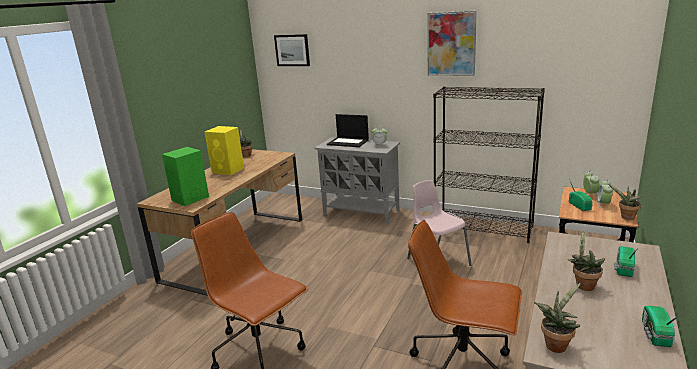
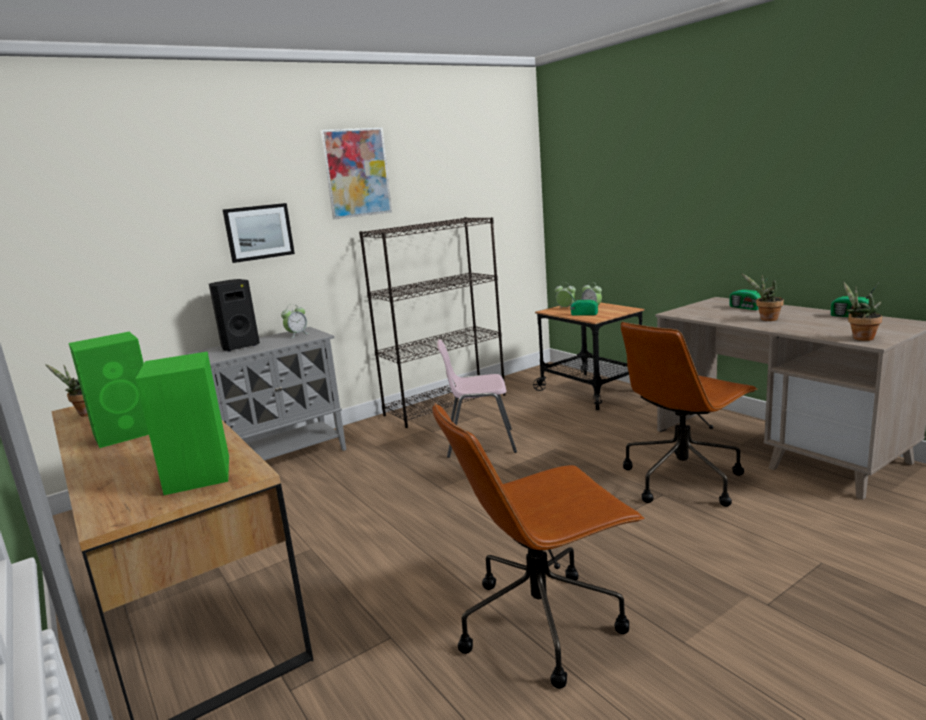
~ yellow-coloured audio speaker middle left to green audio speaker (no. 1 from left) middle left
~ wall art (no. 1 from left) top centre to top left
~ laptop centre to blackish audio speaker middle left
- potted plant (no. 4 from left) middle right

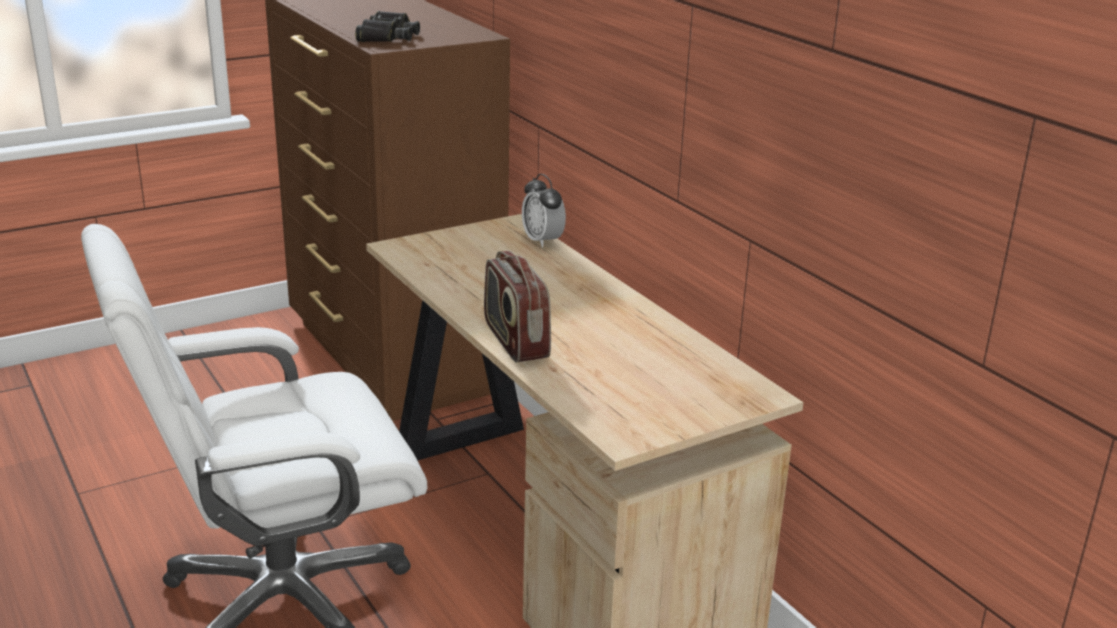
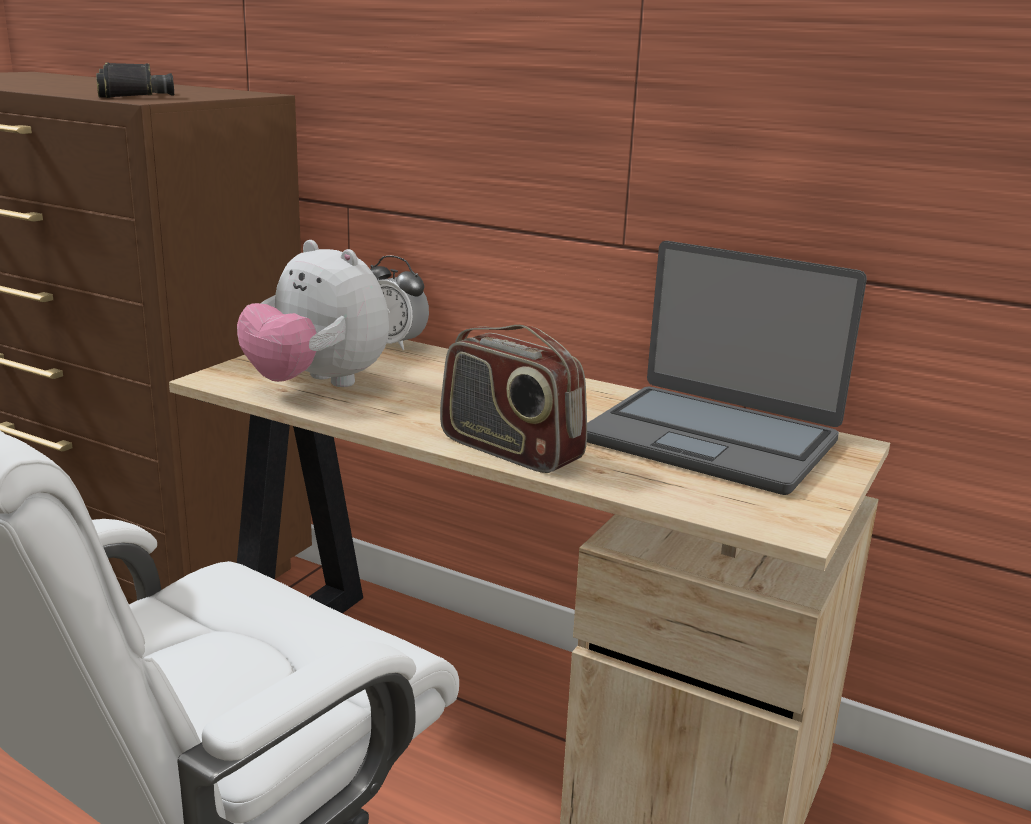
+ cuddly toy middle left
+ laptop middle right

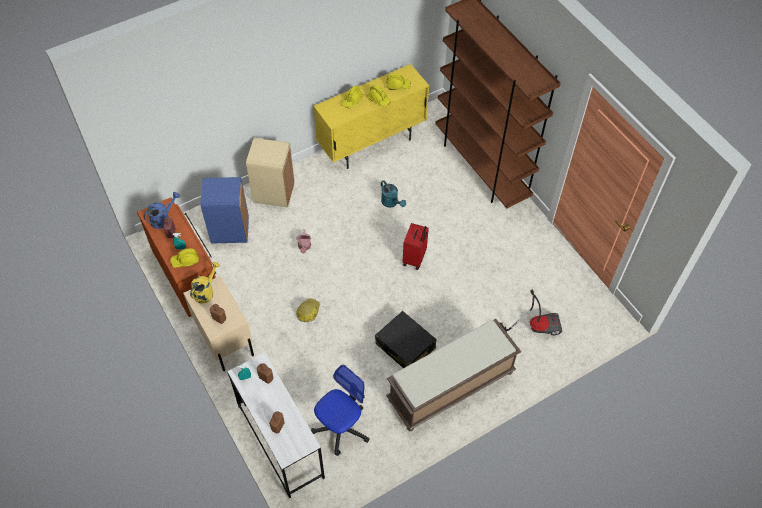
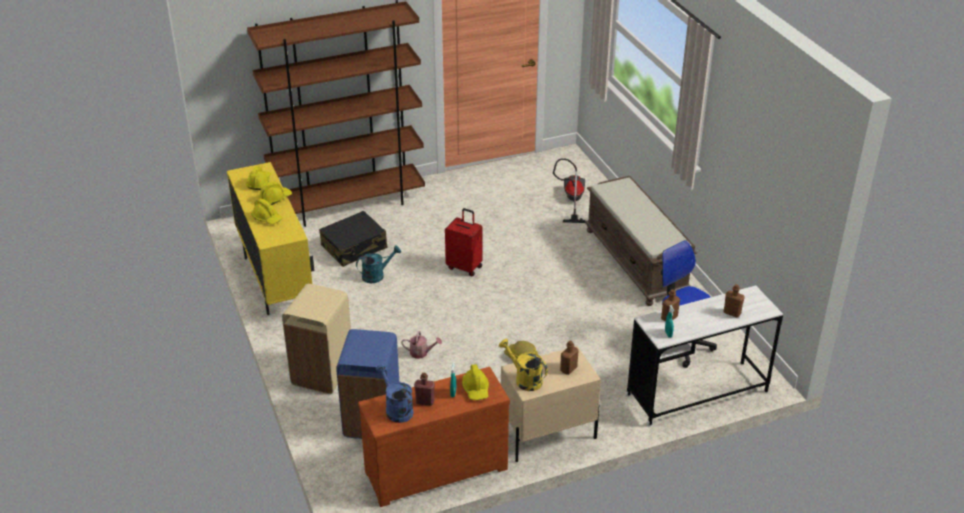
~ blackish piece of luggage bottom centre to centre

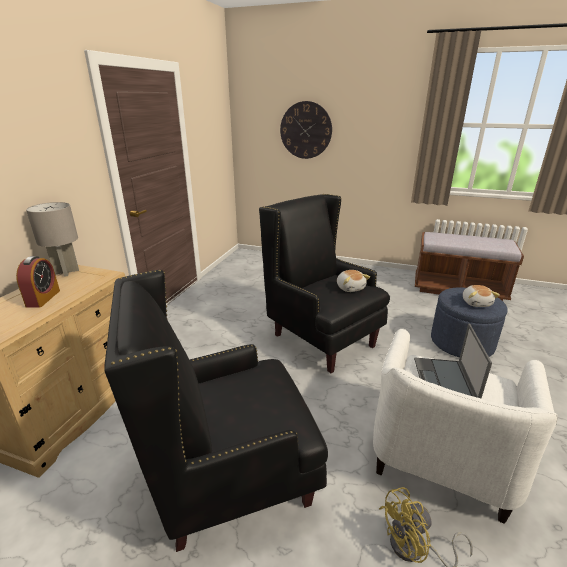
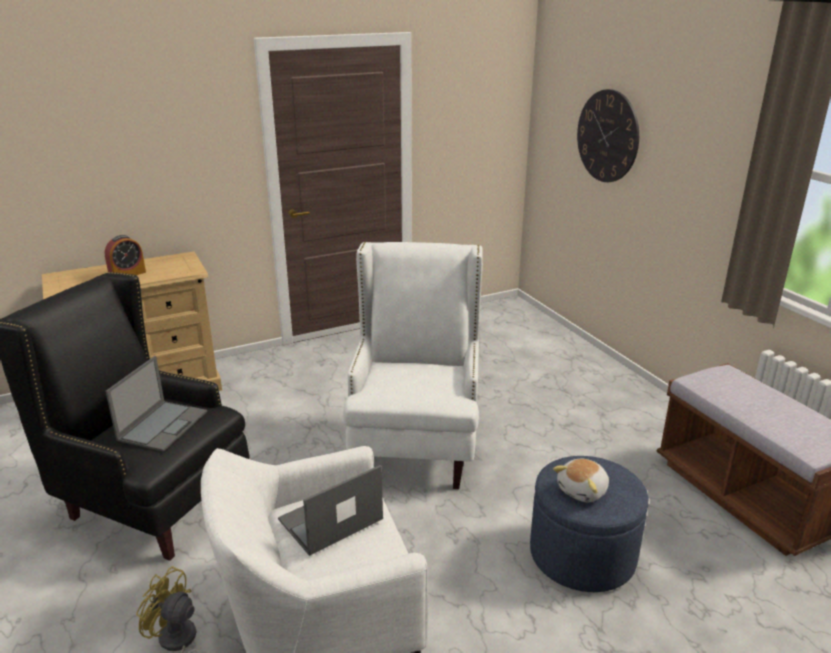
- gray tabletop lamp middle left
~ blackish armchair (no. 2 from left) centre to whitish armchair (no. 2 from left) centre
- cuddly toy (no. 1 from left) centre
+ laptop (no. 1 from left) middle left

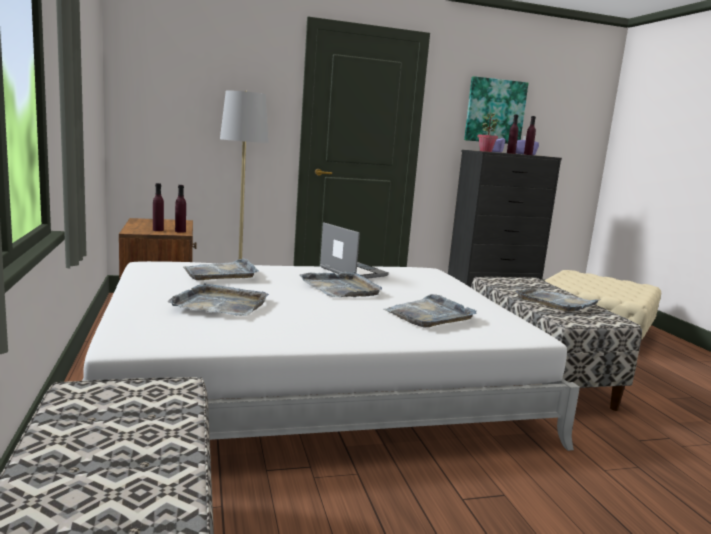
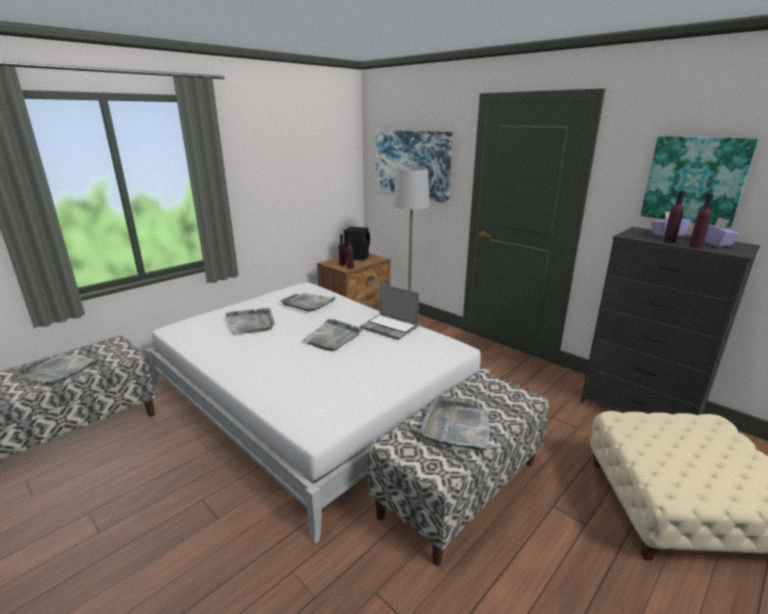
~ laptop centre = centre 105 degrees clockwise
~ gray serving tray (no. 4 from left in the first image) centre to gray serving tray (no. 1 from left) middle left
- potted plant top right
+ blackish audio speaker centre
+ wall art (no. 1 from left) top centre

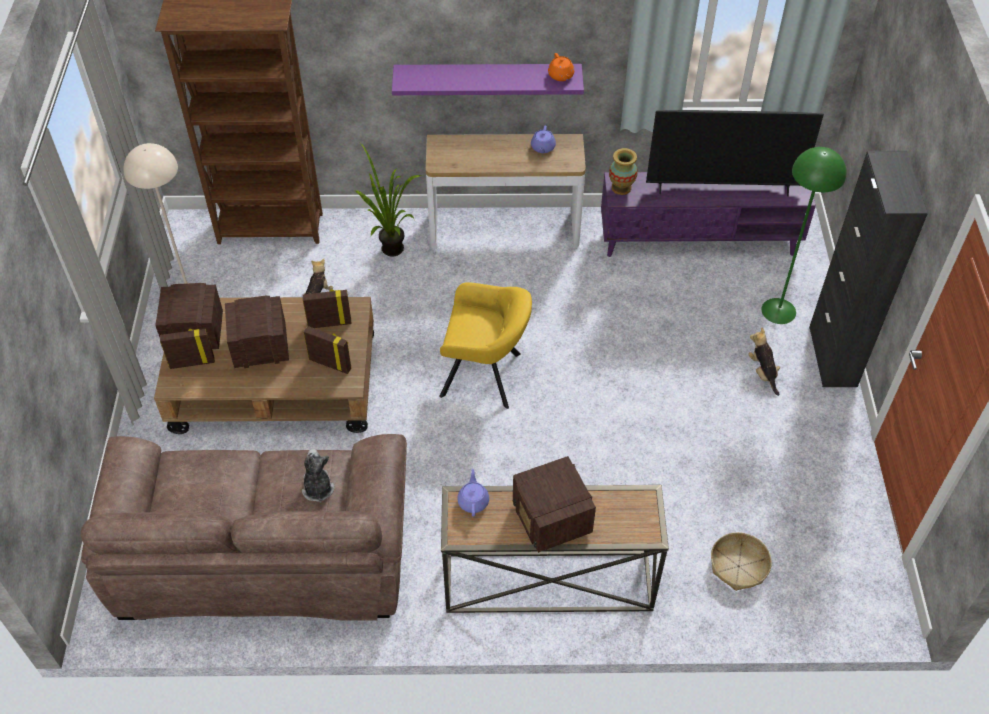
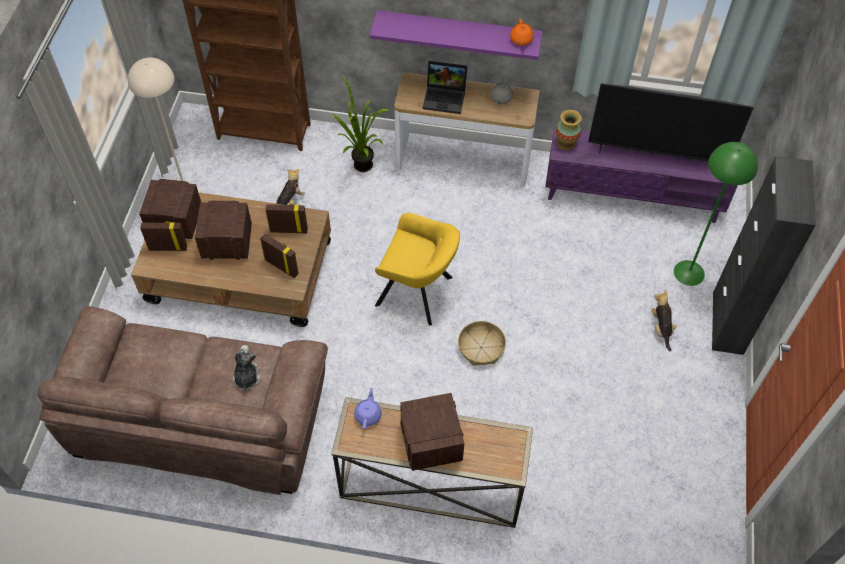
~ purplish pot for tea (no. 2 from left) top centre to gray pot for tea top centre
~ basket bottom right to centre
+ laptop top centre

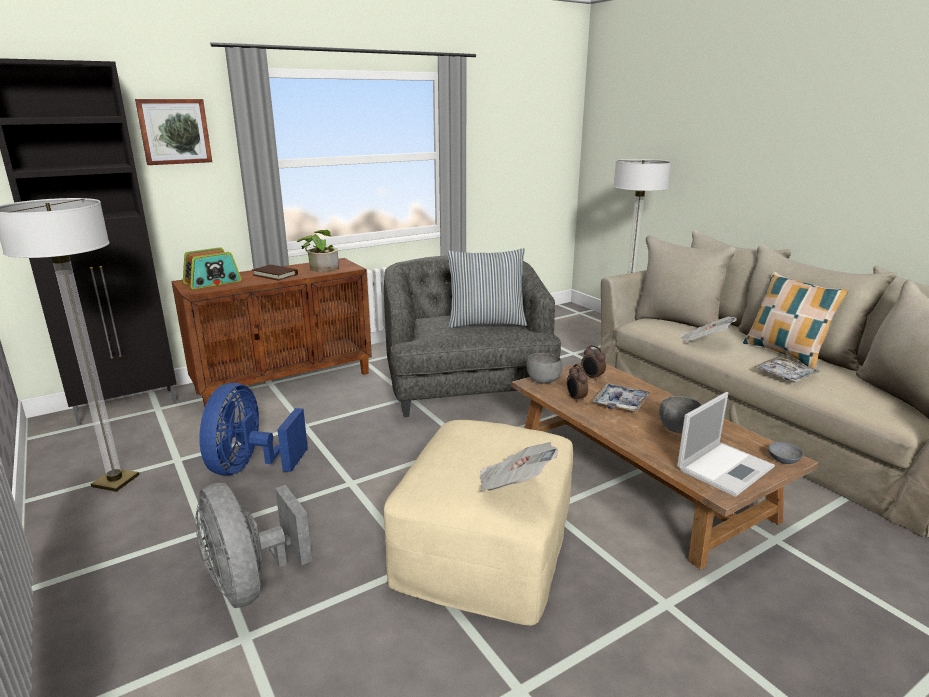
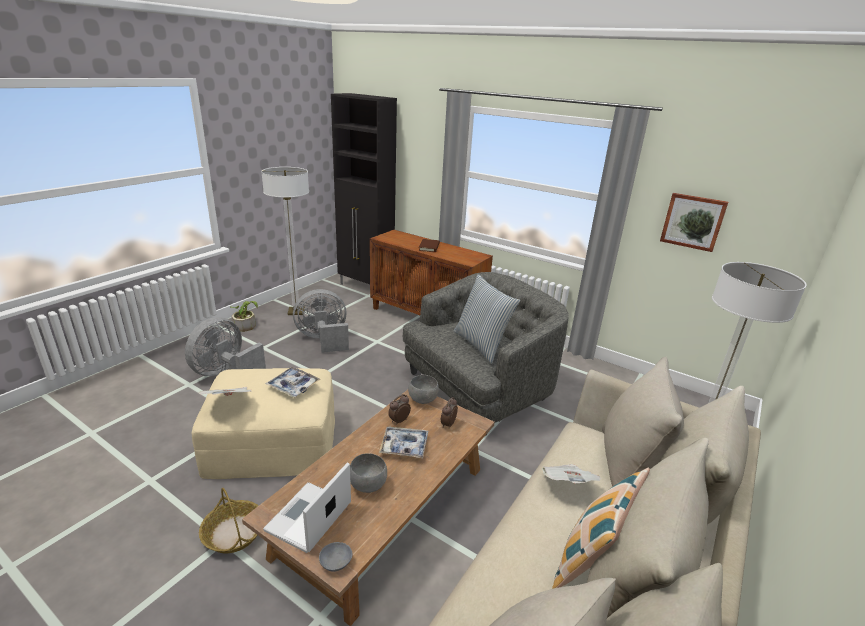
~ wall art top left to middle right
- radio receiver middle left
~ blue electric fan middle left to gray electric fan (no. 2 from left) centre
~ potted plant centre to middle left
~ laptop middle right = bottom centre 90 degrees clockwise
~ serving tray (no. 2 from left in the first image) middle right to serving tray (no. 1 from left) centre
+ basket bottom left

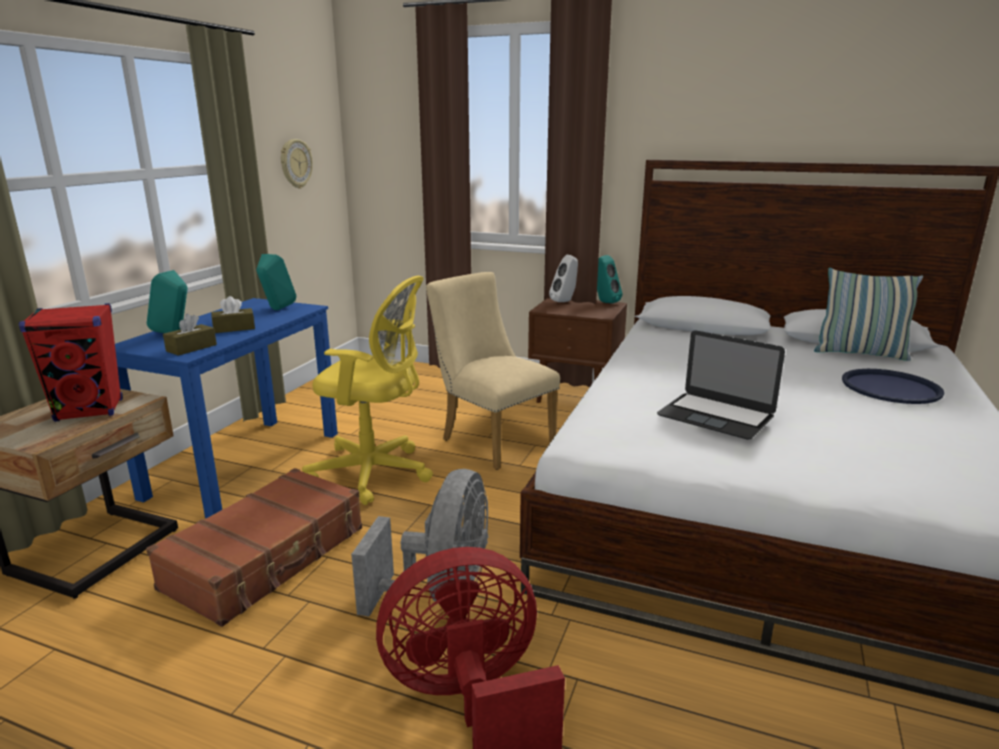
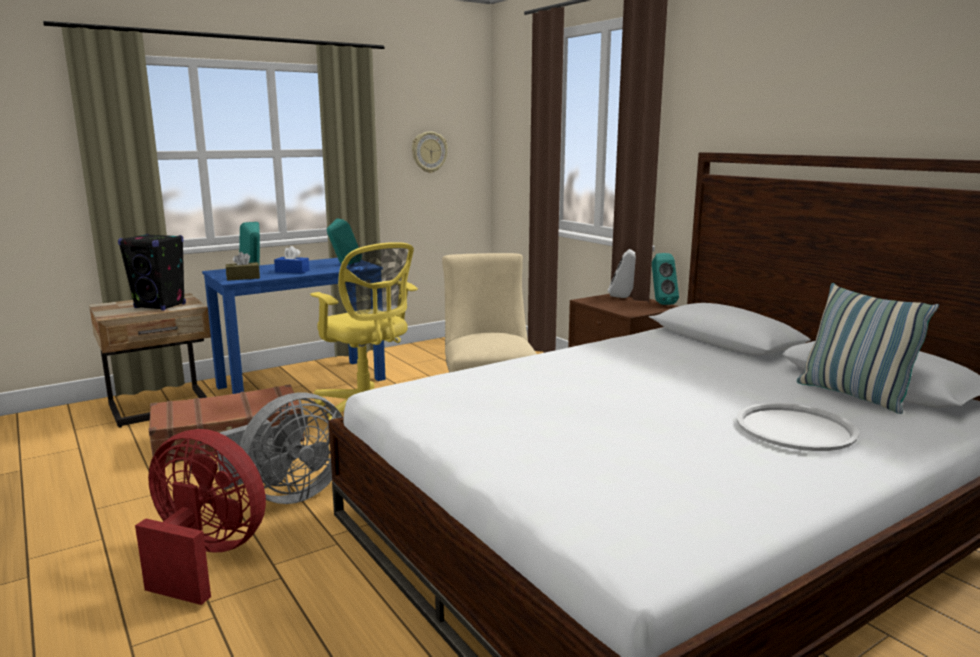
~ red-coloured audio speaker middle left to blackish audio speaker middle left
~ brown tissue holder (no. 2 from left) middle left to blue tissue holder middle left
- laptop middle right
~ blue serving tray middle right to whitish serving tray middle right

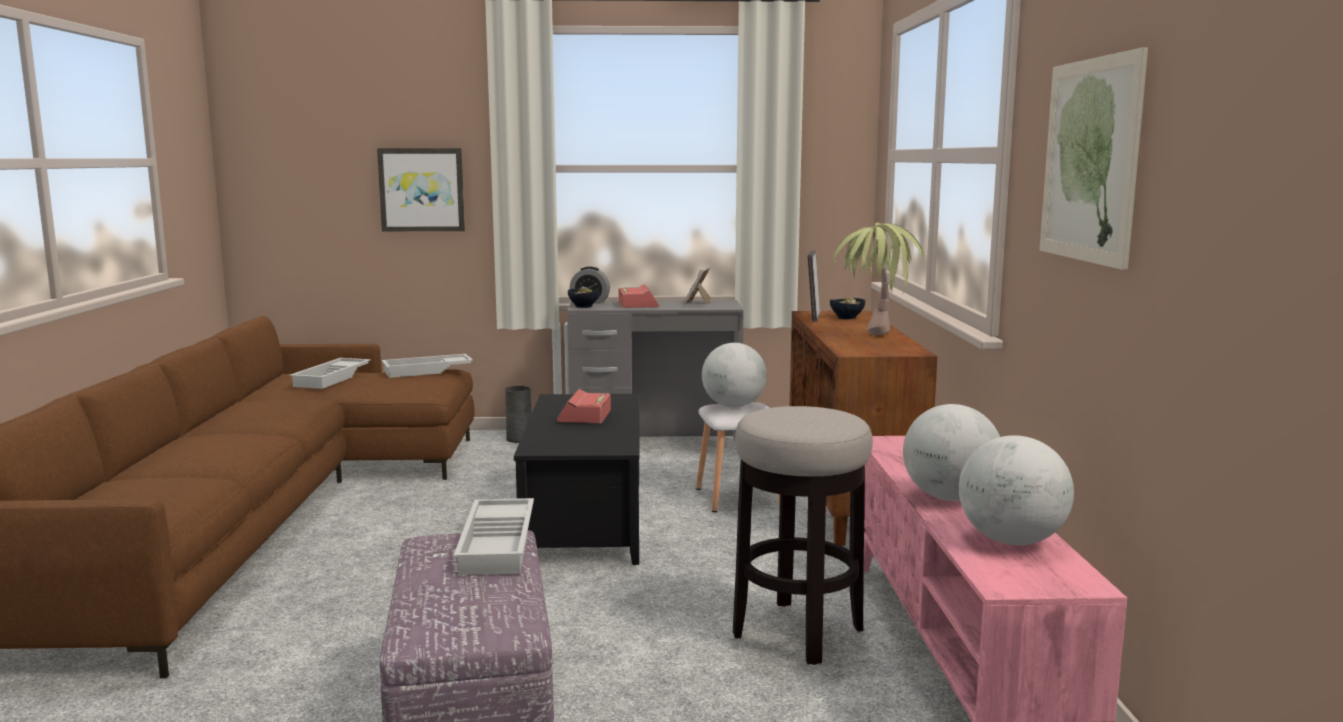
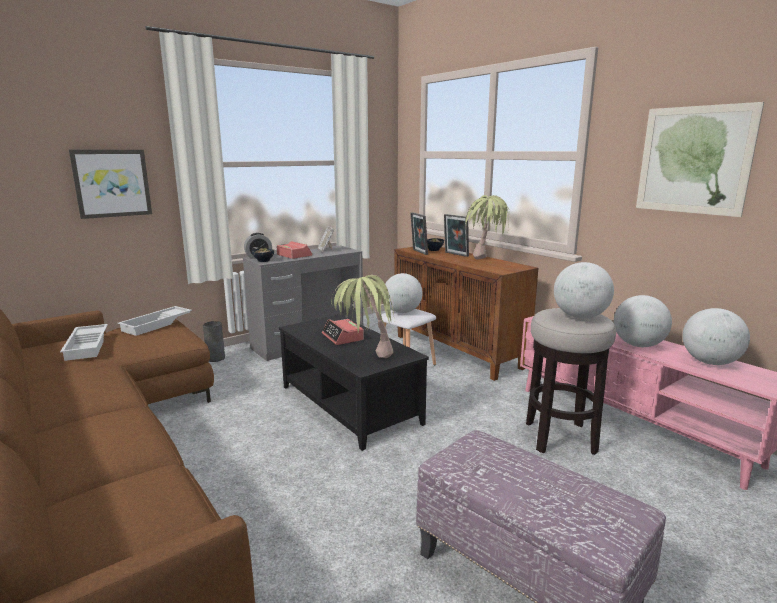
- whitish serving tray (no. 3 from left) bottom centre
+ potted plant (no. 1 from left) centre
+ picture frame (no. 3 from left) centre
+ desk globe (no. 2 from left) middle right

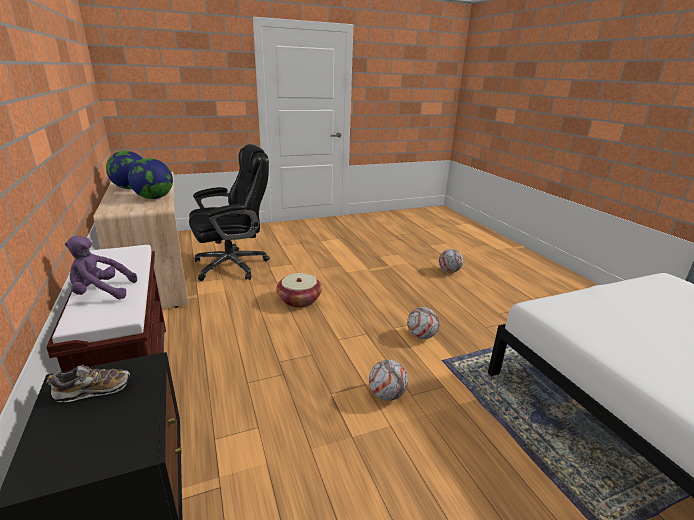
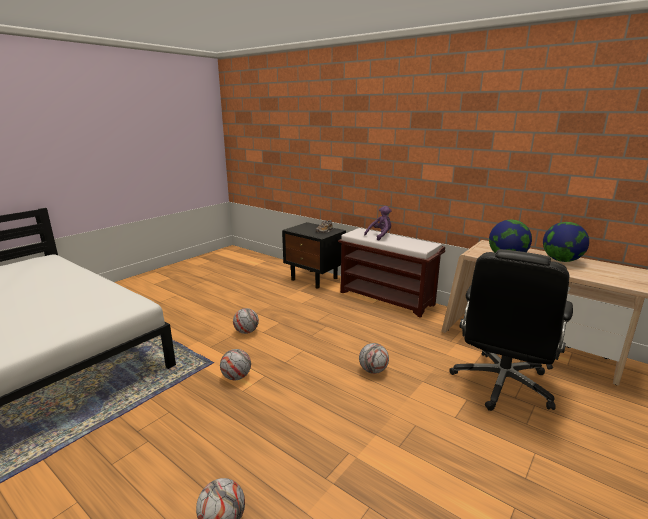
~ basket centre to football ball (no. 4 from left) bottom centre

